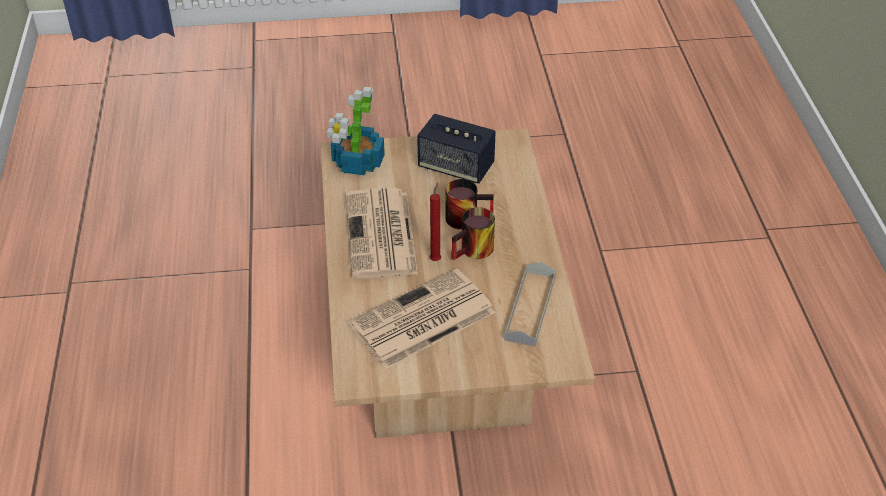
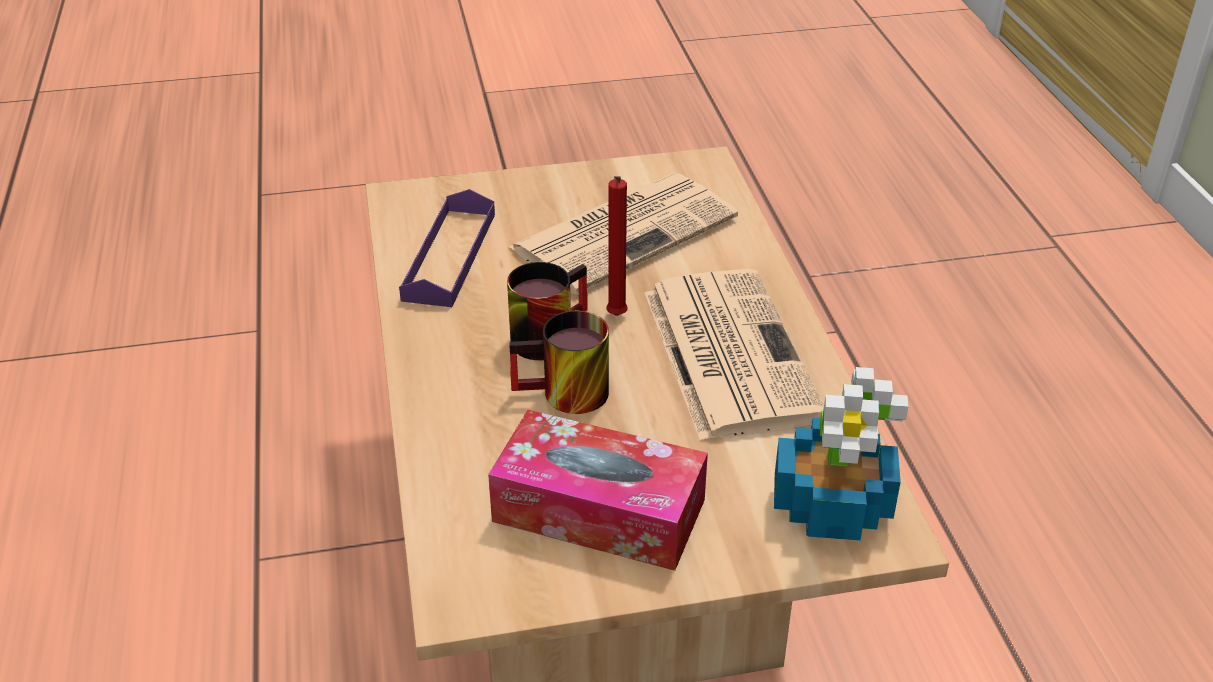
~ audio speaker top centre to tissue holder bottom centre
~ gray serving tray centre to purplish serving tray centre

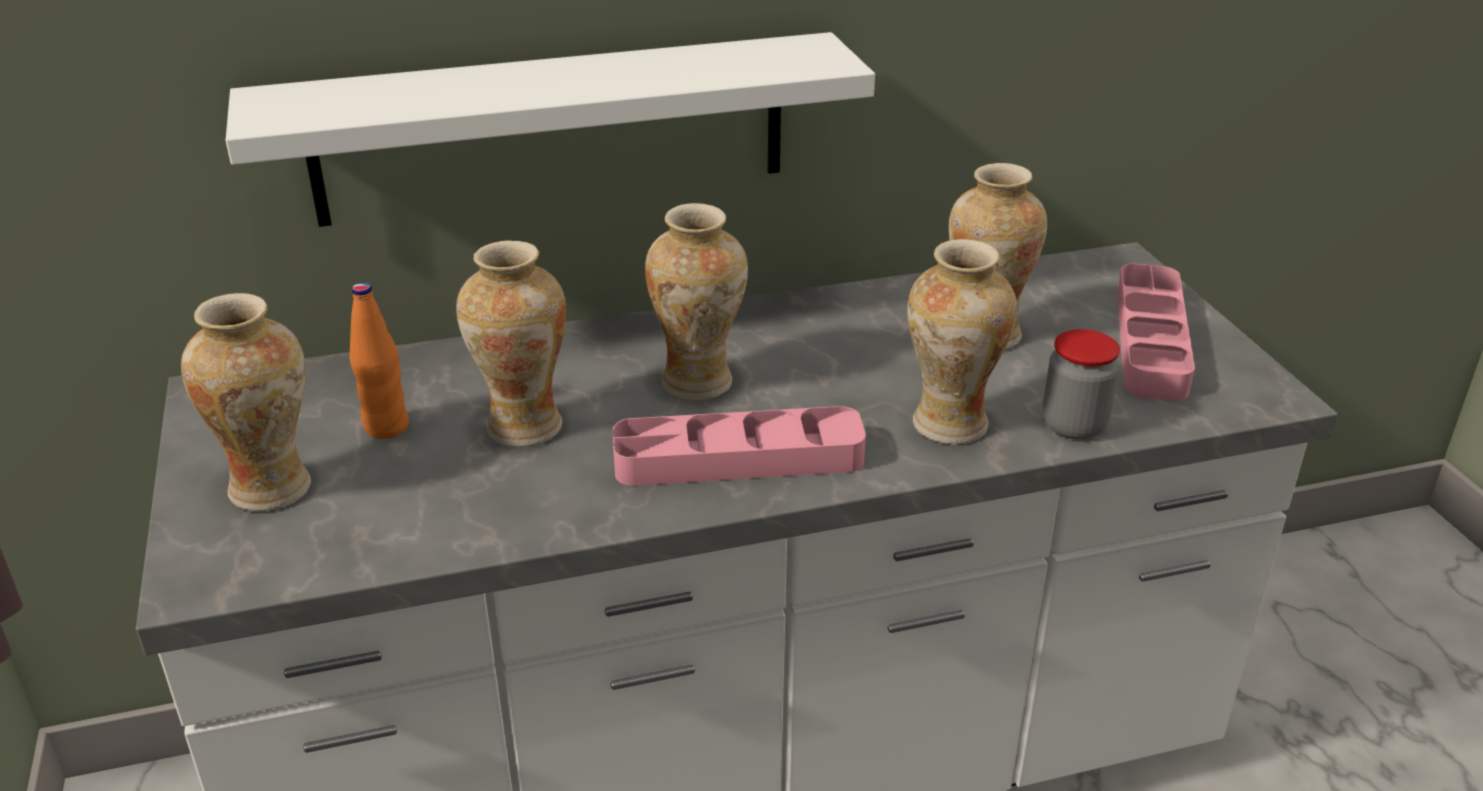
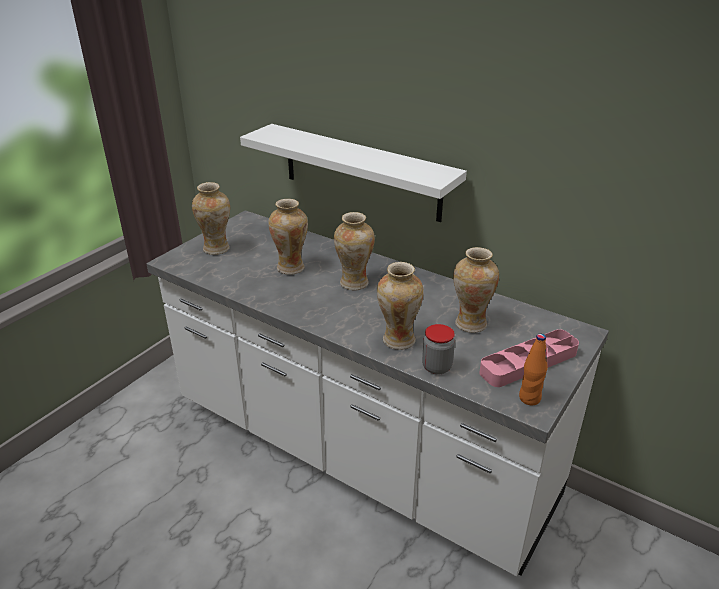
~ orange drink bottle middle left to middle right
- pinkish serving tray (no. 1 from left) centre

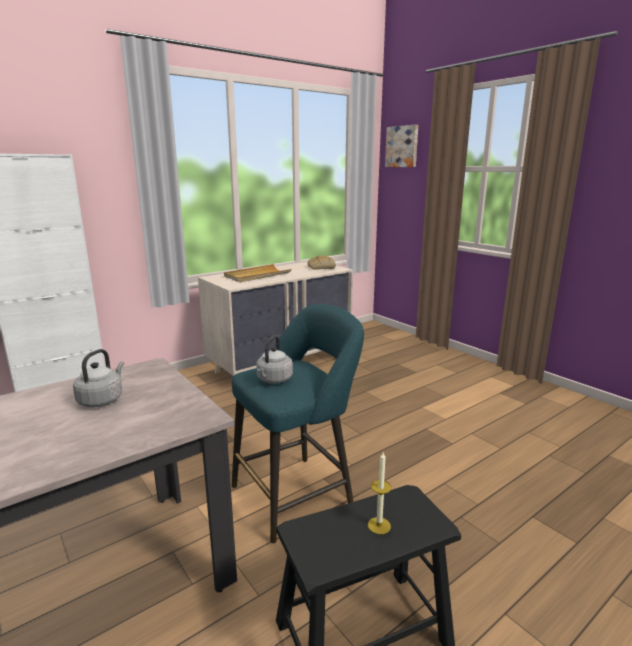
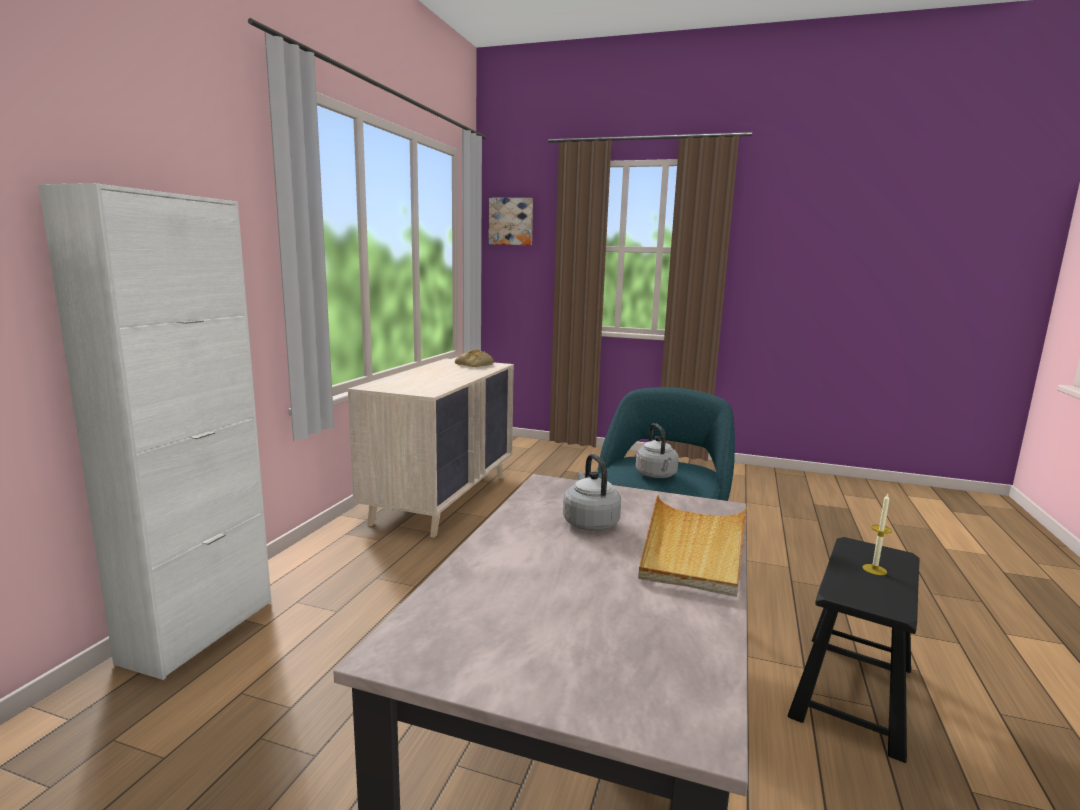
~ beige-coloured serving tray centre to bottom centre

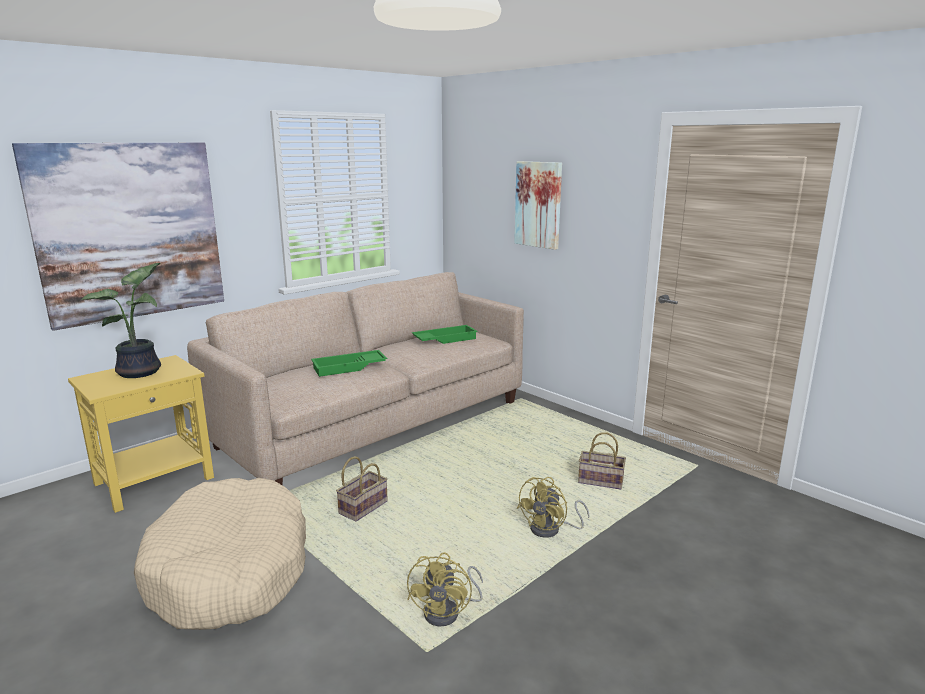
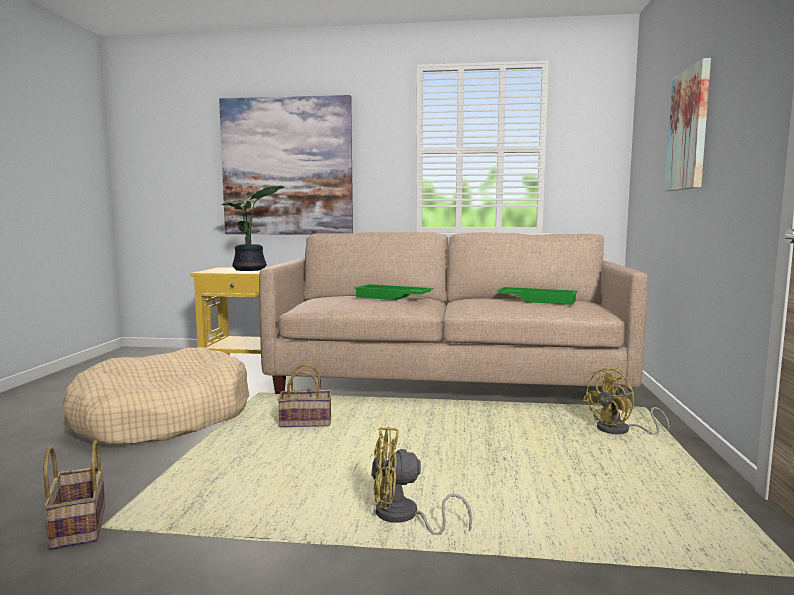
~ yellow-coloured electric fan (no. 1 from left in the first image) bottom centre to yellow-coloured electric fan (no. 2 from left) bottom right
~ basket (no. 2 from left in the first image) centre to basket (no. 1 from left) bottom left

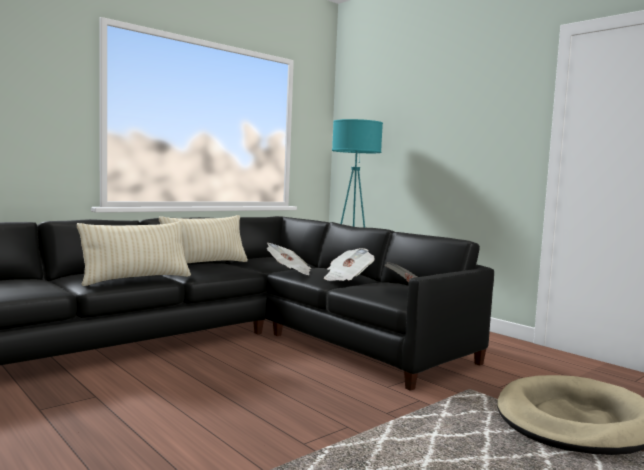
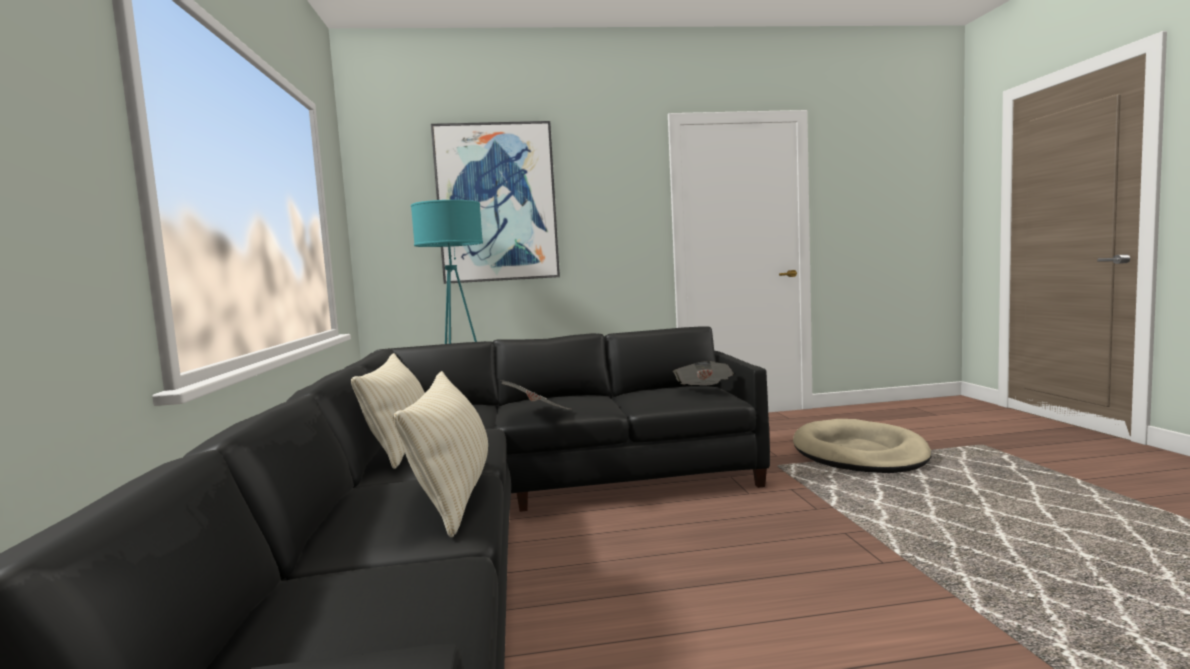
- printed paper (no. 2 from left) centre
+ wall art top centre

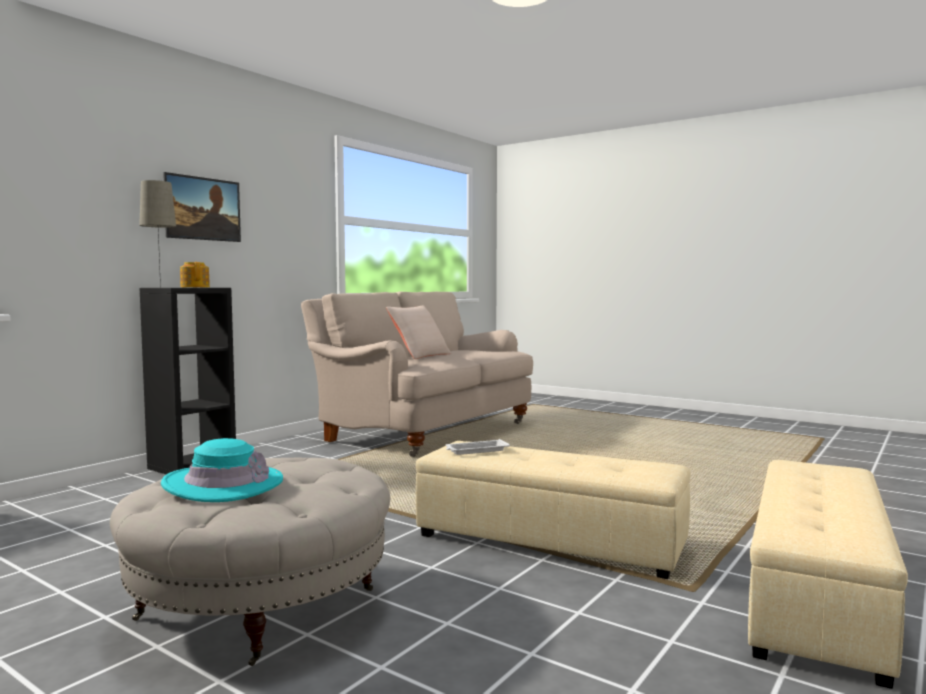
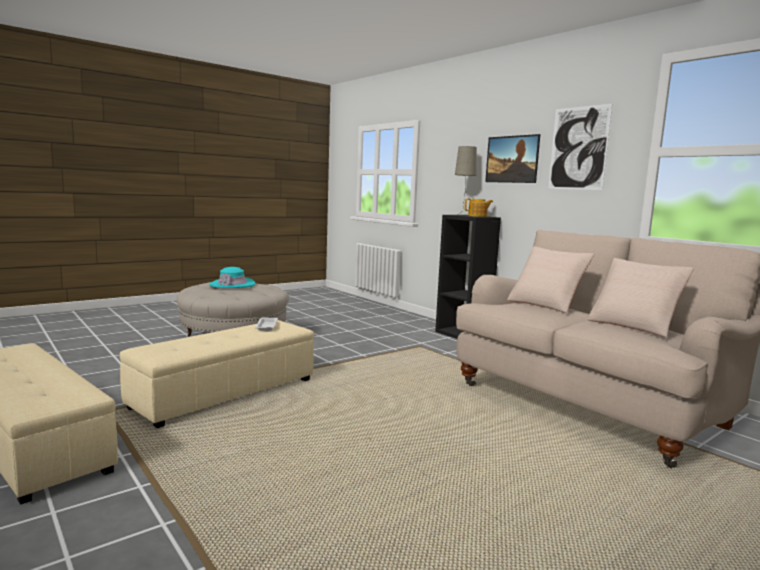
+ wall art (no. 2 from left) top right
+ beige-coloured cushion (no. 2 from left) middle right

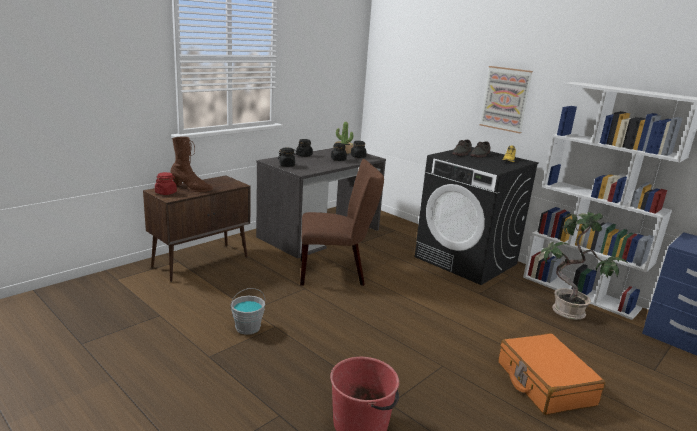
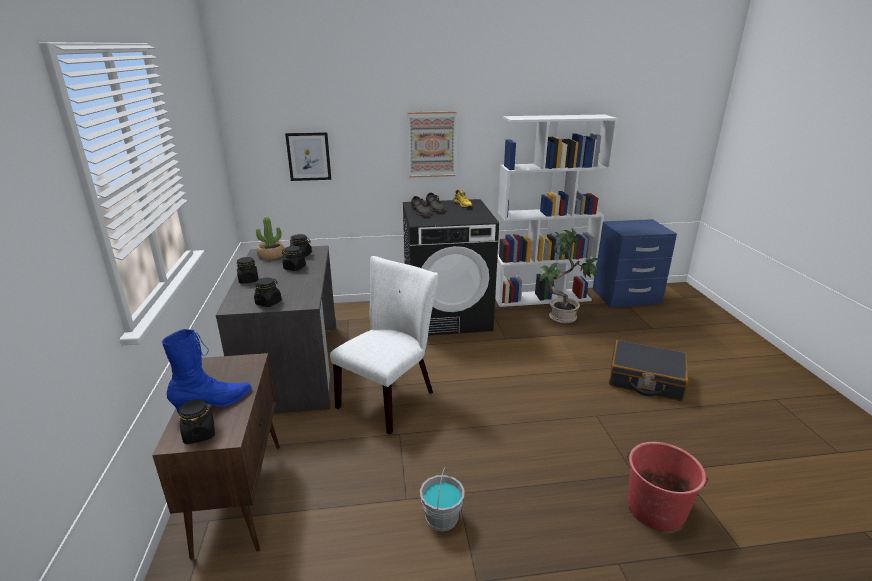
~ red-coloured preserve jar middle left to blackish preserve jar (no. 1 from left) bottom left
~ brown tall boot middle left to blue tall boot middle left
~ brown plain chair centre to whitish plain chair centre
~ orange piece of luggage bottom right to blackish piece of luggage middle right
+ wall art (no. 1 from left) top centre

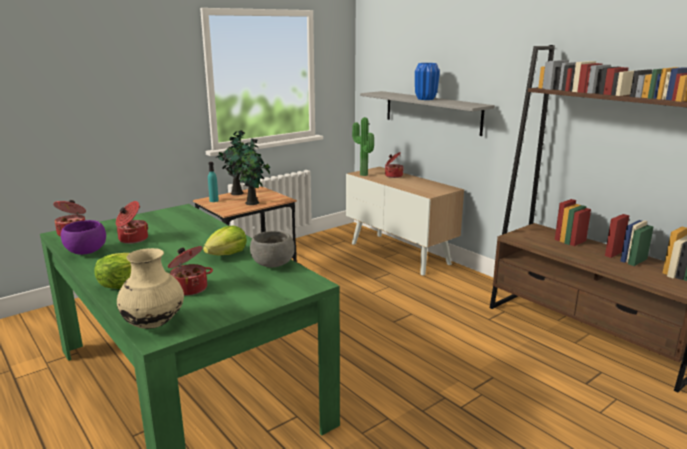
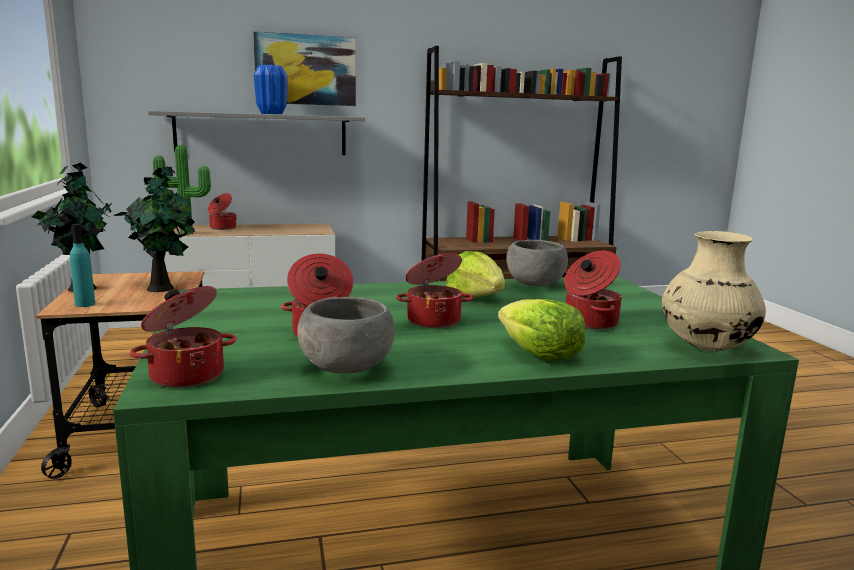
~ purplish serving bowl middle left to gray serving bowl (no. 1 from left) centre
+ wall art top centre
+ cooking pot (no. 4 from left) centre

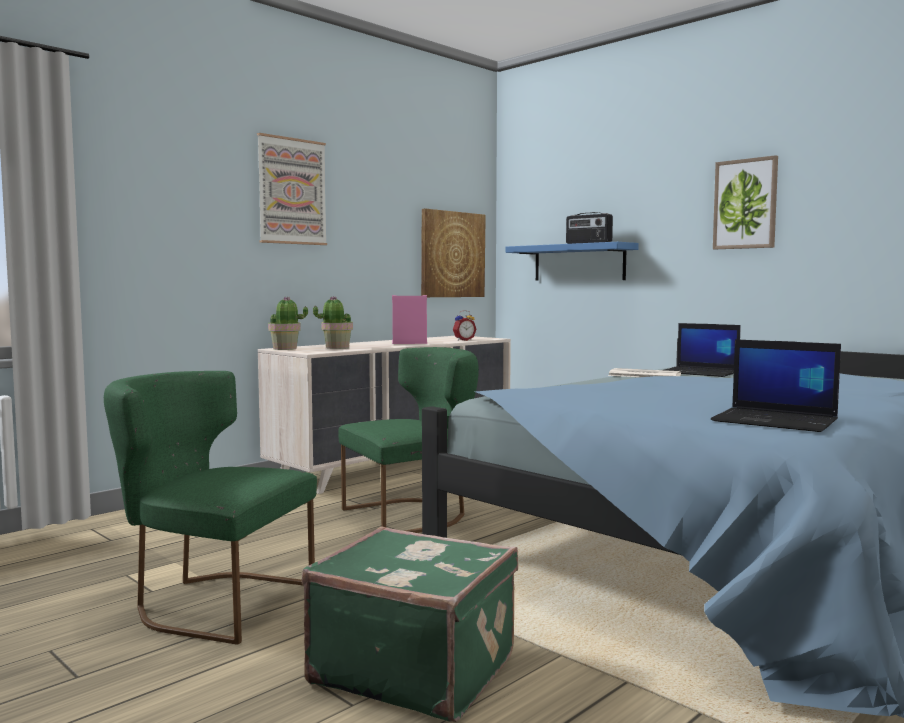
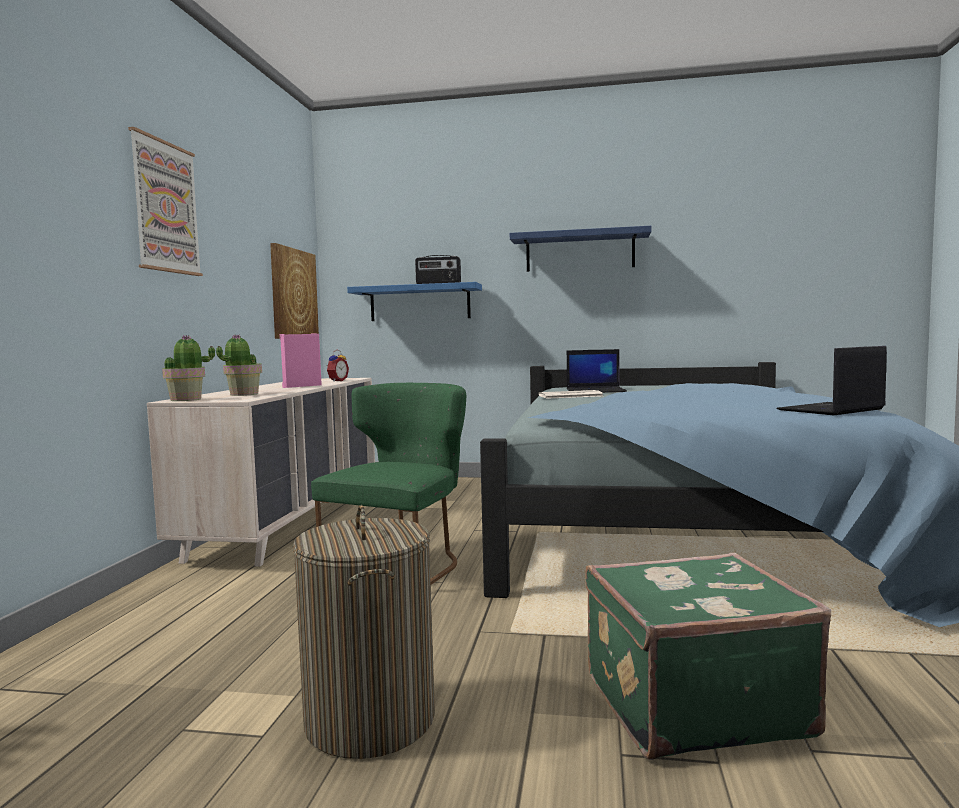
~ green plain chair (no. 1 from left) bottom left to hamper bottom centre
~ laptop (no. 2 from left) middle right = middle right 150 degrees clockwise
~ wall art (no. 3 from left) top right to blue shelf (no. 2 from left) top centre

